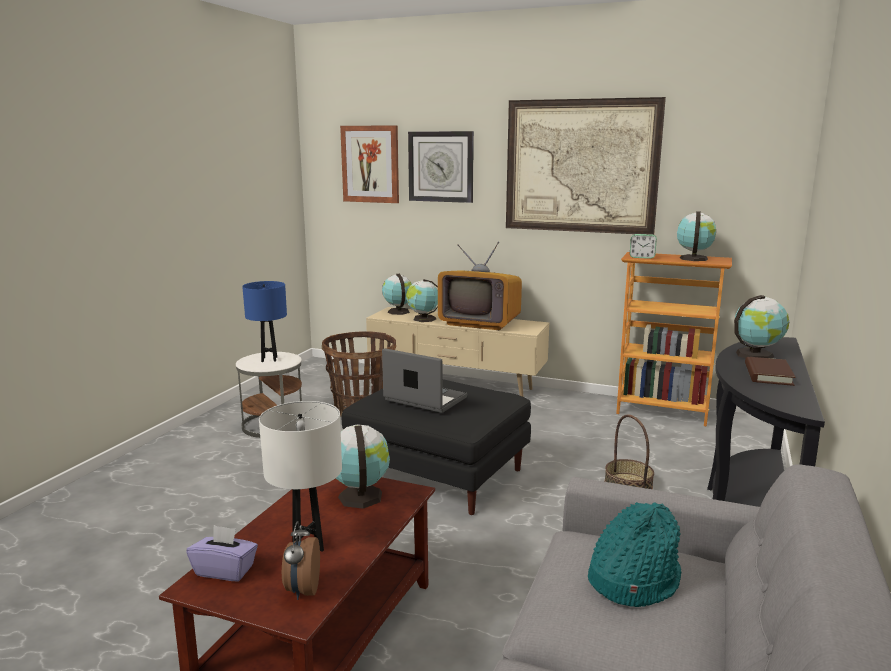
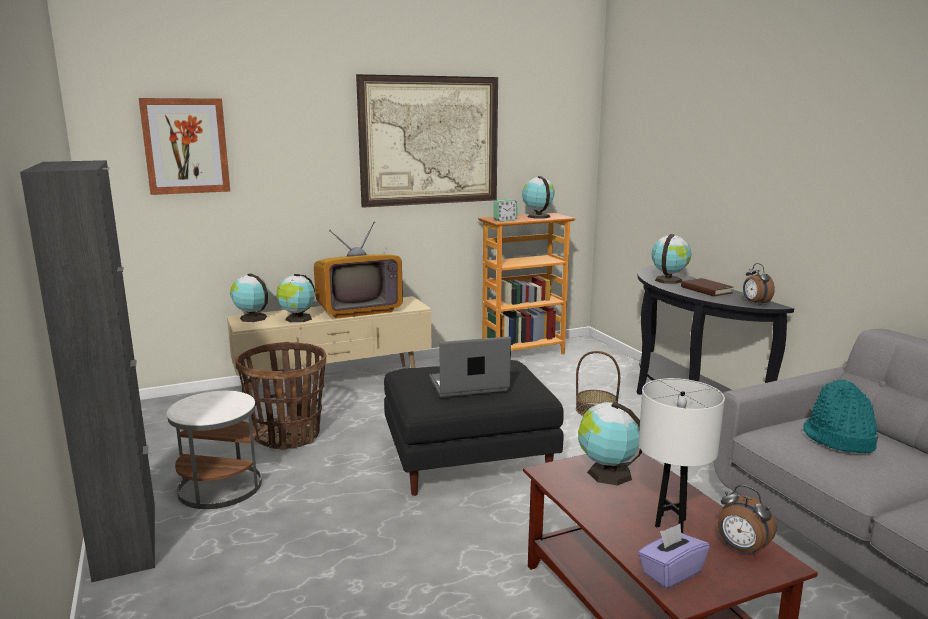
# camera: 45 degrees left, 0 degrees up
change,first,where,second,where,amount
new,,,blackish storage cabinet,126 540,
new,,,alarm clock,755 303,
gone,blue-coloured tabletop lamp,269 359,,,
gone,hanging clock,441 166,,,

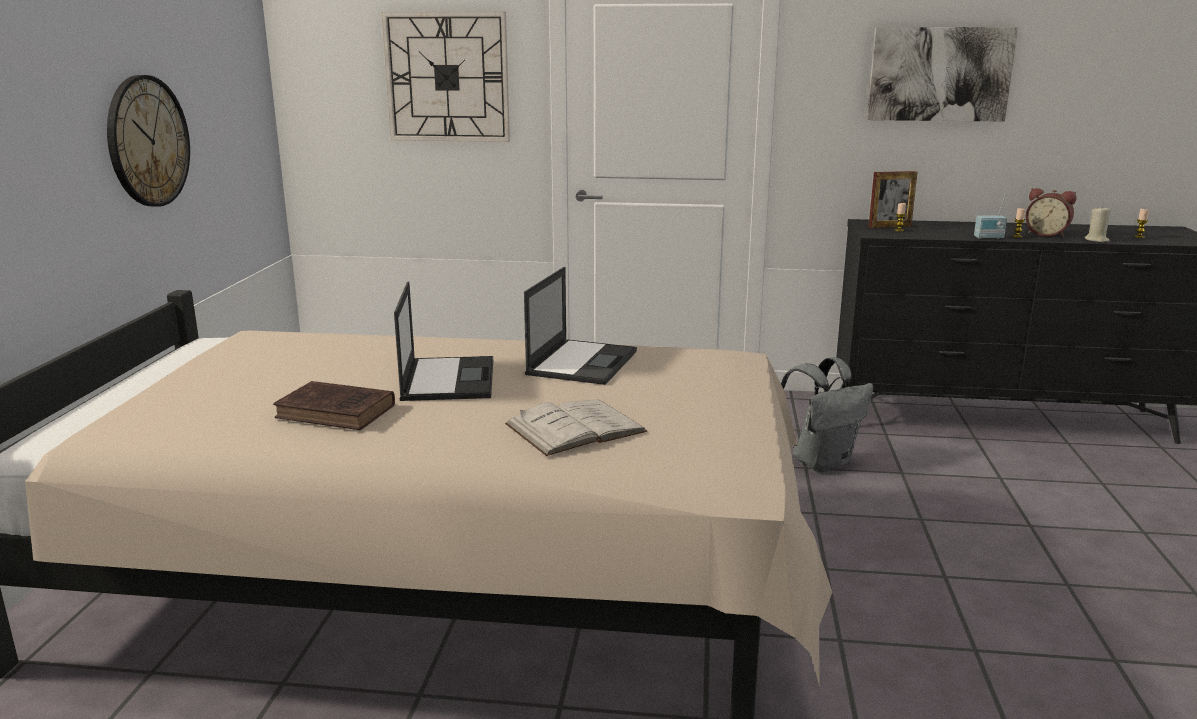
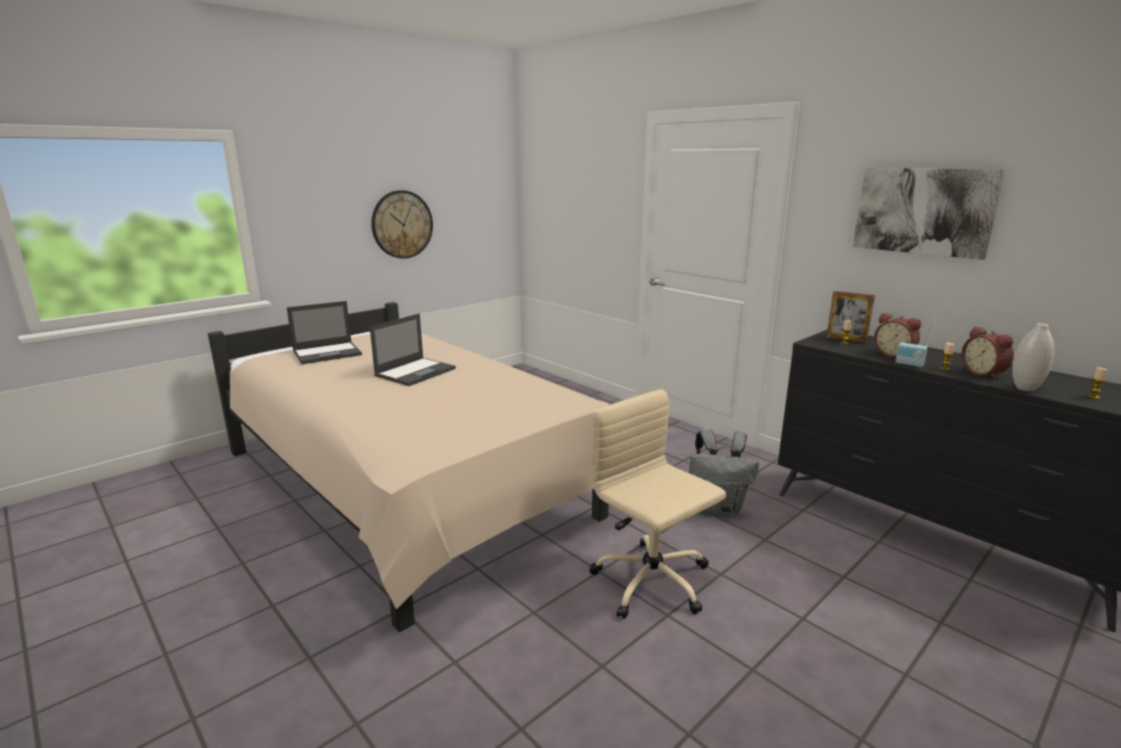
# camera: 40 degrees right, 0 degrees up
change,first,where,second,where,amount
shifted,portable computer,582 362,,328 353,
new,,,beige-coloured office chair,653 582,
new,,,alarm clock,894 354,
swapped,beige-coloured wax candle,1096 240,whitish vase,1025 389,
gone,brownish bound book,338 412,,,
gone,hanging clock,447 77,,,
gone,whitish bound book,575 428,,,

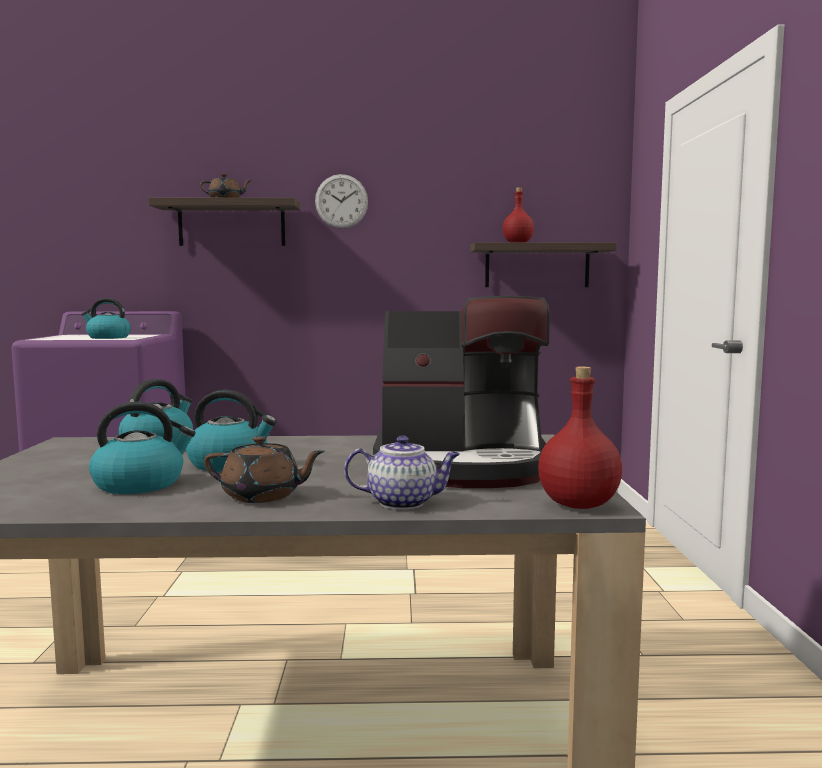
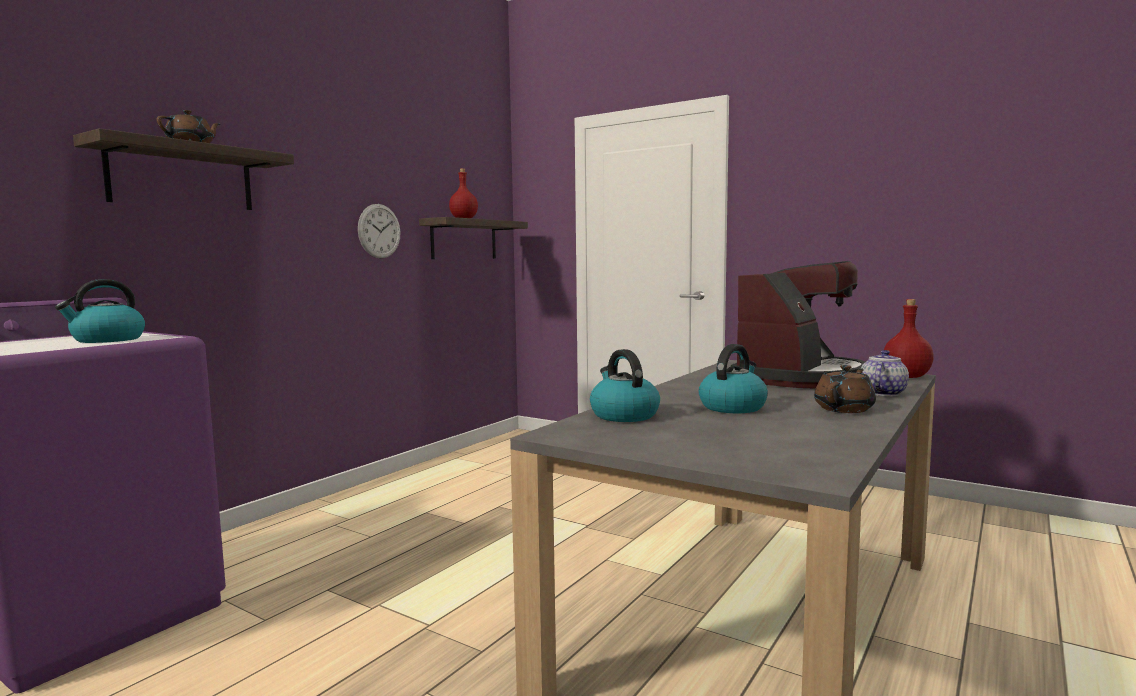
# camera: 55 degrees left, 0 degrees up
change,first,where,second,where,amount
shifted,hanging clock,341 201,,379 231,
gone,kettle,140 484,,,

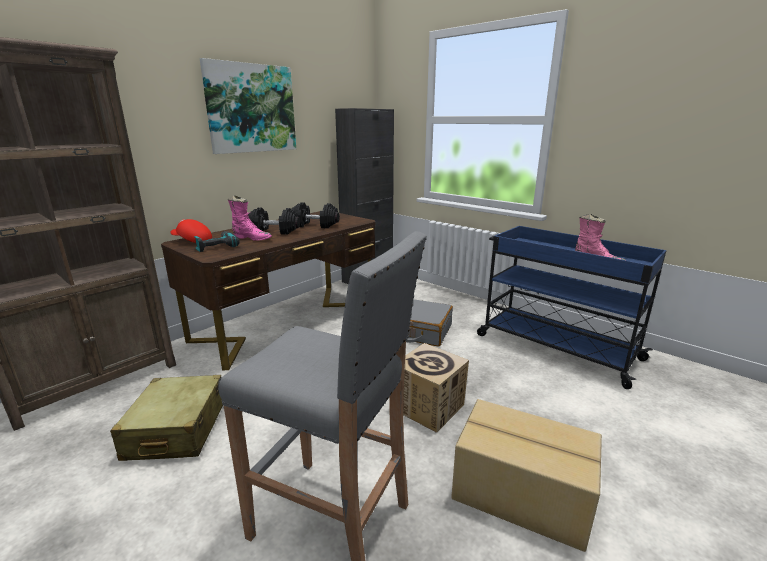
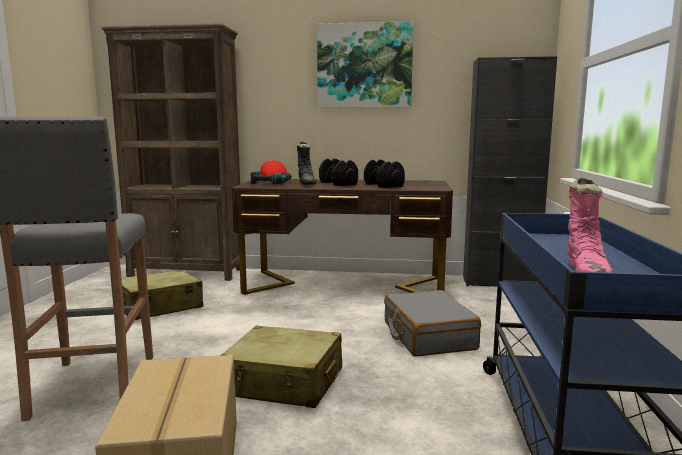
# camera: 55 degrees right, 10 degrees down
change,first,where,second,where,amount
swapped,cardboard box,429 407,beige-coloured travel case,284 383,
repainted,pink-coloured high-top boot,252 238,blackish high-top boot,307 184,

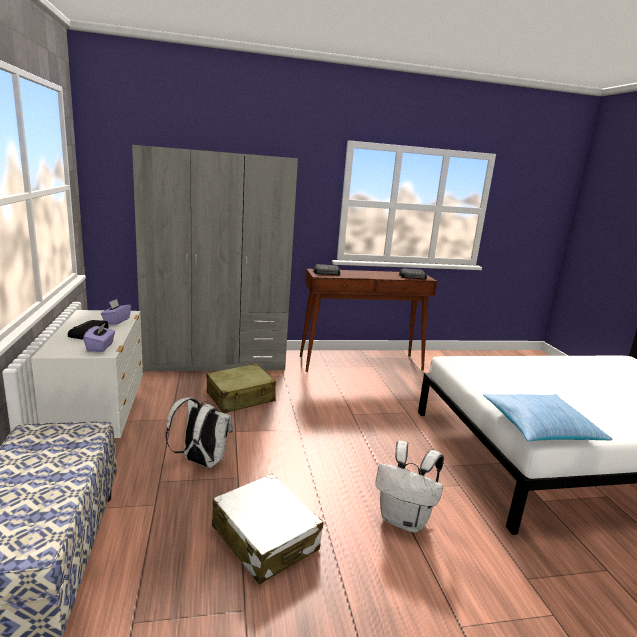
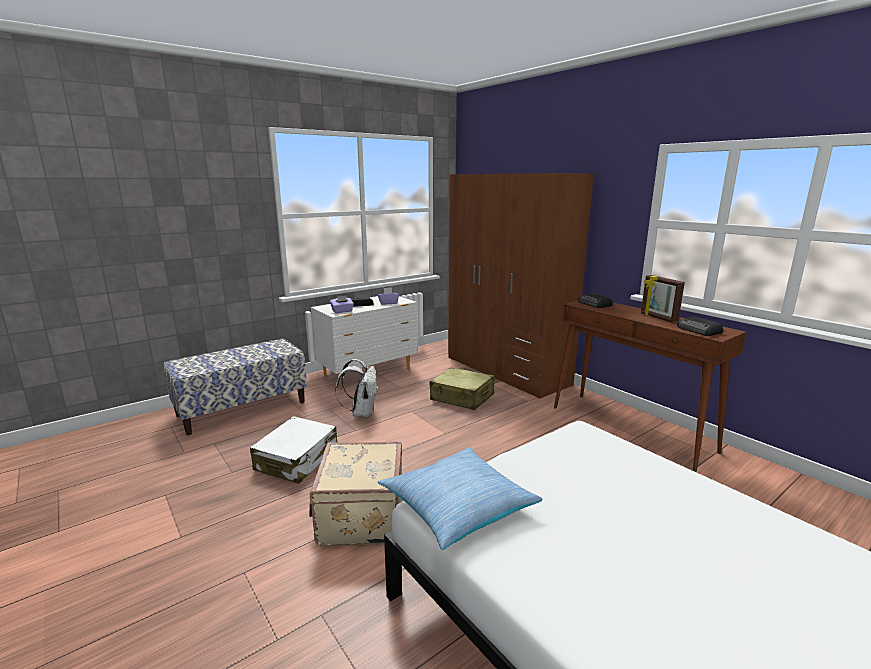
# camera: 65 degrees right, 0 degrees up
change,first,where,second,where,amount
swapped,whitish backpack,404 520,beige-coloured travel case,360 517,
repainted,grey clothes cupboard,216 360,brownish clothes cupboard,506 371,
new,,,photo frame,658 318,

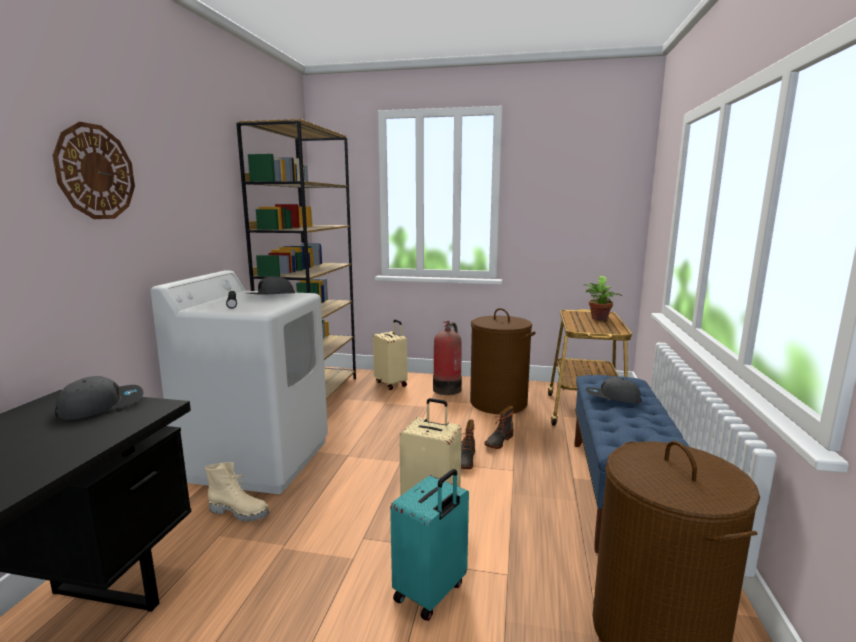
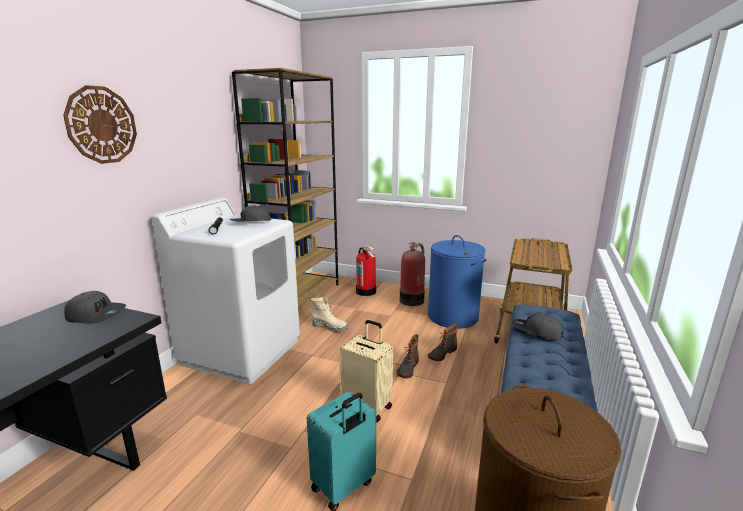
# camera: 10 degrees right, 5 degrees up
change,first,where,second,where,amount
rotated,grey cap,101 405,,97 315,45 degrees clockwise
shifted,beige-coloured high-top boot,240 512,,330 327,
swapped,beige-coloured travel case,391 383,fire-fighting cylinder,366 291,
repainted,brownish washing basket,498 403,blue-coloured washing basket,453 317,
gone,houseplant,599 319,,,

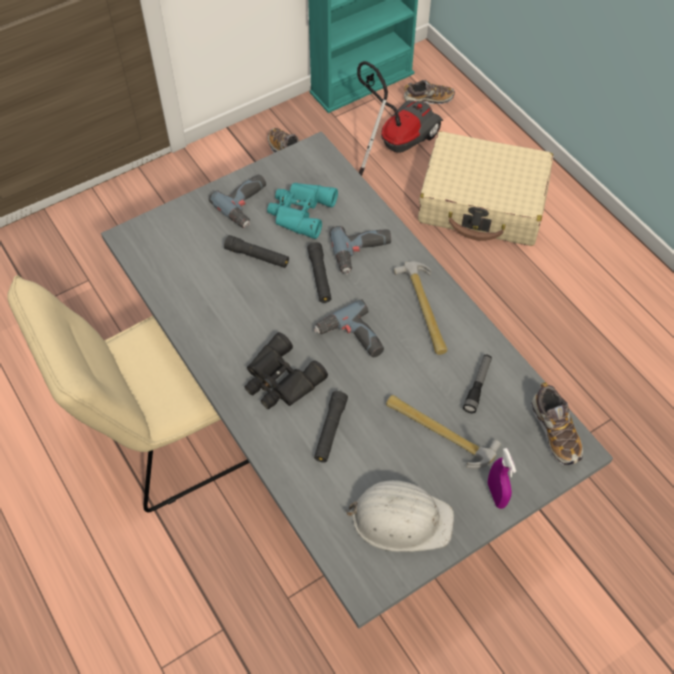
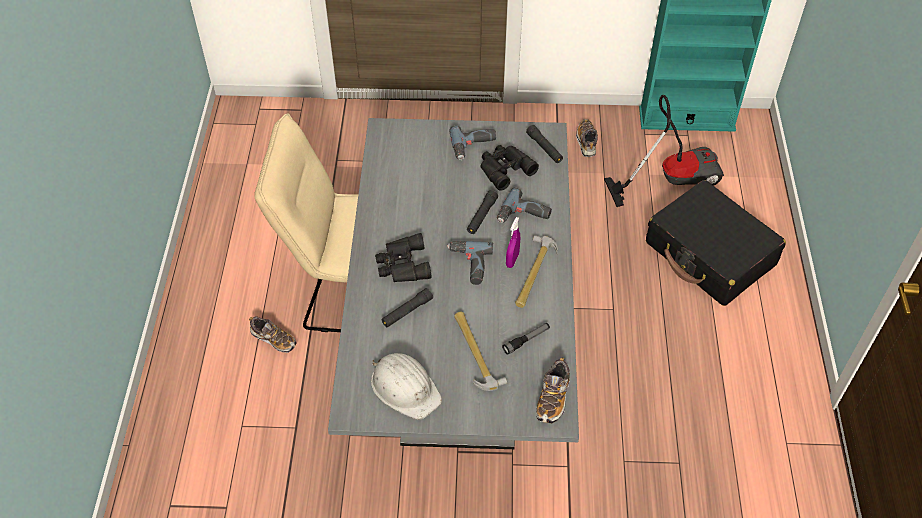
# camera: 35 degrees right, 5 degrees down
change,first,where,second,where,amount
shifted,shoe,428 99,,274 339,
repainted,blue-green binoculars,299 212,blackish binoculars,504 168,
shifted,purple spray bottle,496 494,,512 260,
shifted,blackish hand torch,257 256,,544 148,
repainted,beige-coloured travel case,483 203,blackish travel case,710 254,

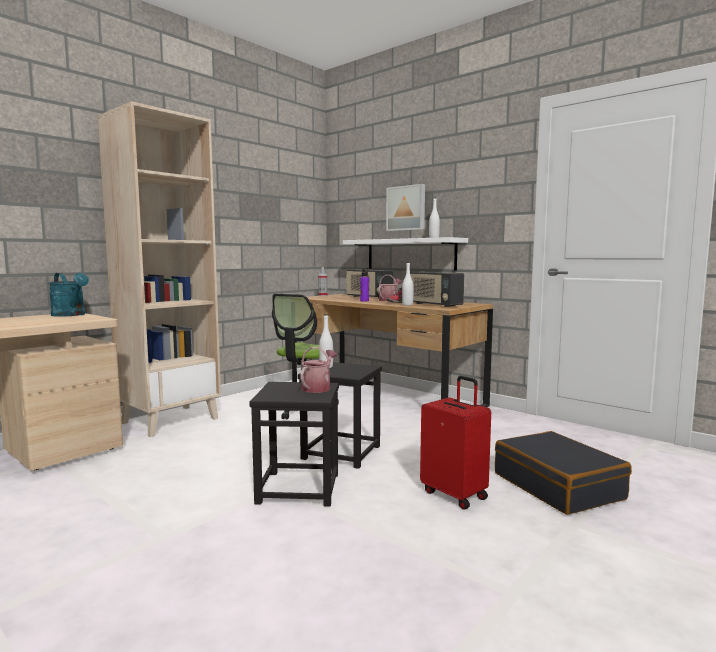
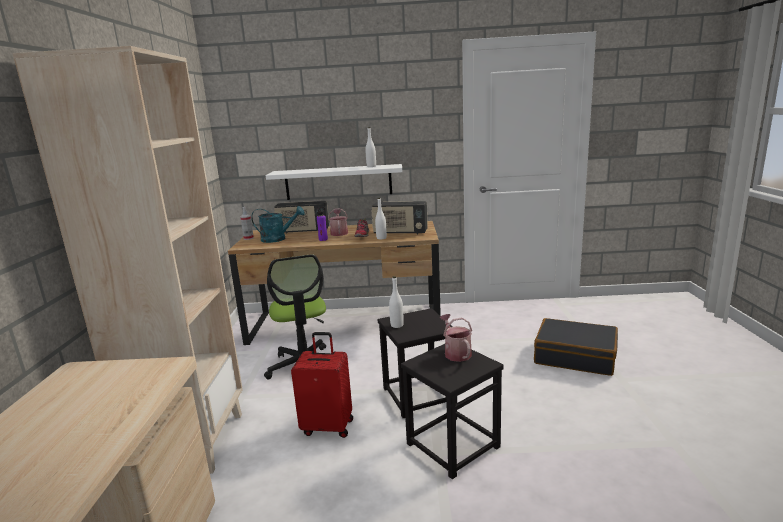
# camera: 40 degrees left, 10 degrees up
change,first,where,second,where,amount
shifted,blue-green watering pot,71 315,,278 239,
shifted,reddish travel case,455 494,,328 426,
gone,picture,406 208,,,

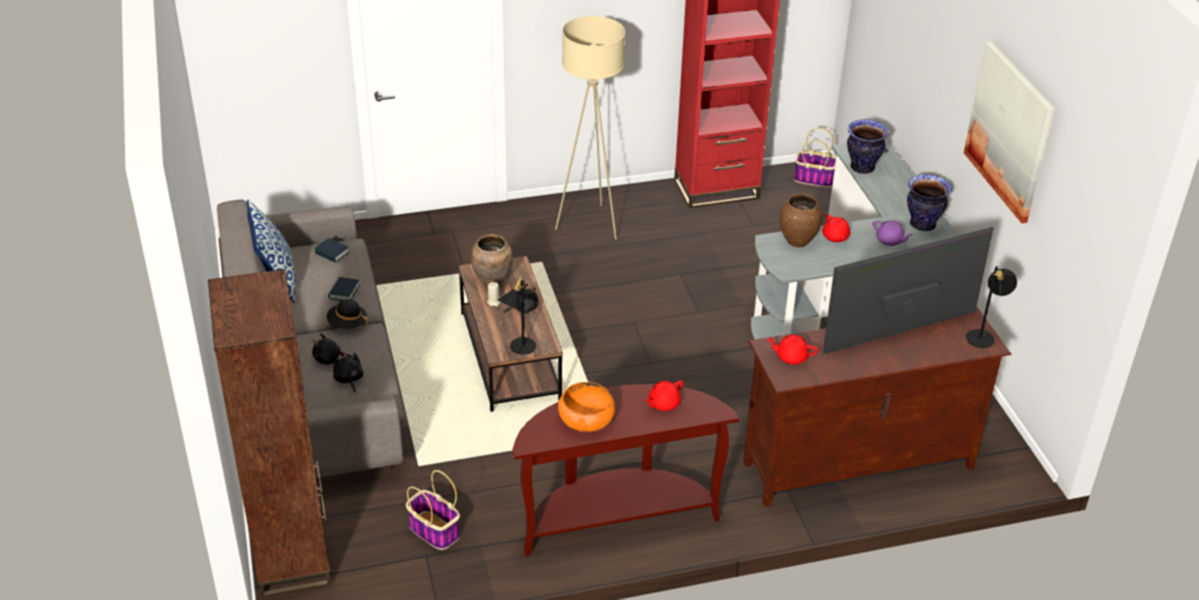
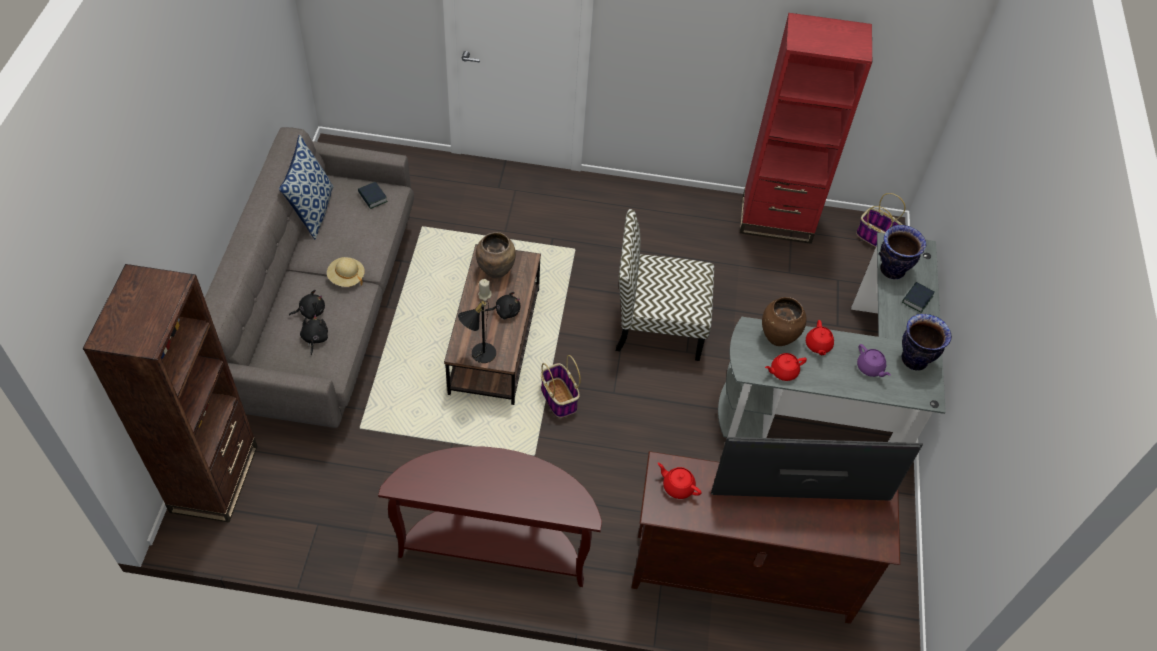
# camera: 20 degrees right, 15 degrees up
change,first,where,second,where,amount
rotated,blackish plush toy,329 359,,310 311,135 degrees clockwise
repainted,blackish clothing hat,347 324,beige-coloured clothing hat,346 277,
shifted,storage basket,433 531,,558 397,
new,,,chair,657 325,
shifted,reddish pot for tea,663 403,,783 371,
shifted,bound book,344 292,,917 299,
gone,beige-coloured standing lamp,590 224,,,
gone,orangey serving bowl,586 418,,,
gone,picture,1010 131,,,
gone,blackish tabletop lamp,984 336,,,

